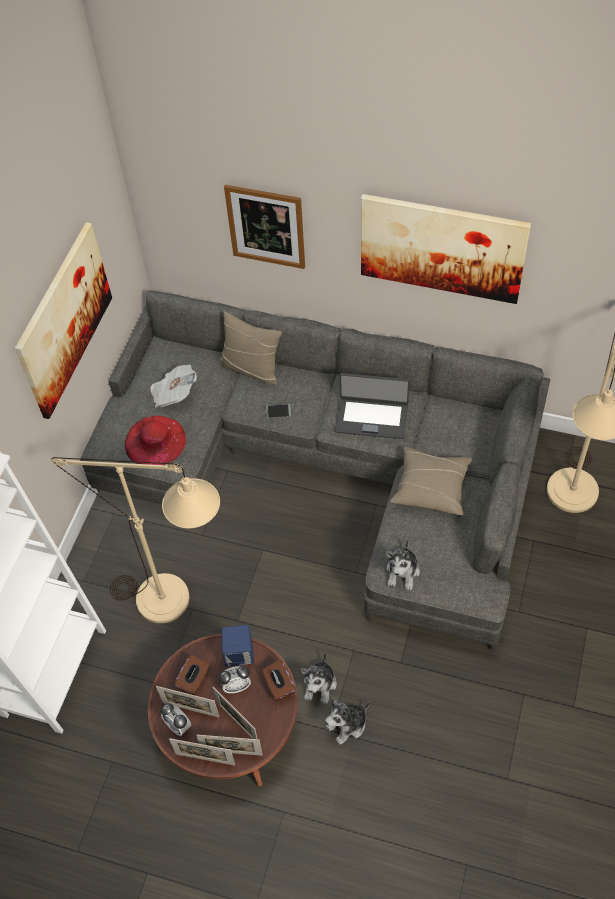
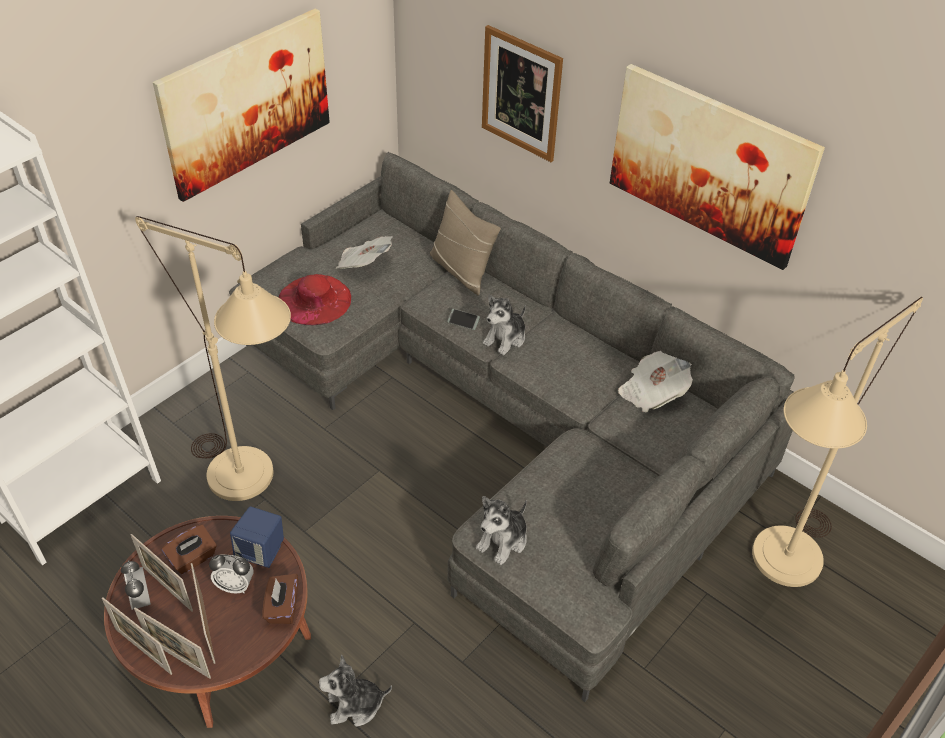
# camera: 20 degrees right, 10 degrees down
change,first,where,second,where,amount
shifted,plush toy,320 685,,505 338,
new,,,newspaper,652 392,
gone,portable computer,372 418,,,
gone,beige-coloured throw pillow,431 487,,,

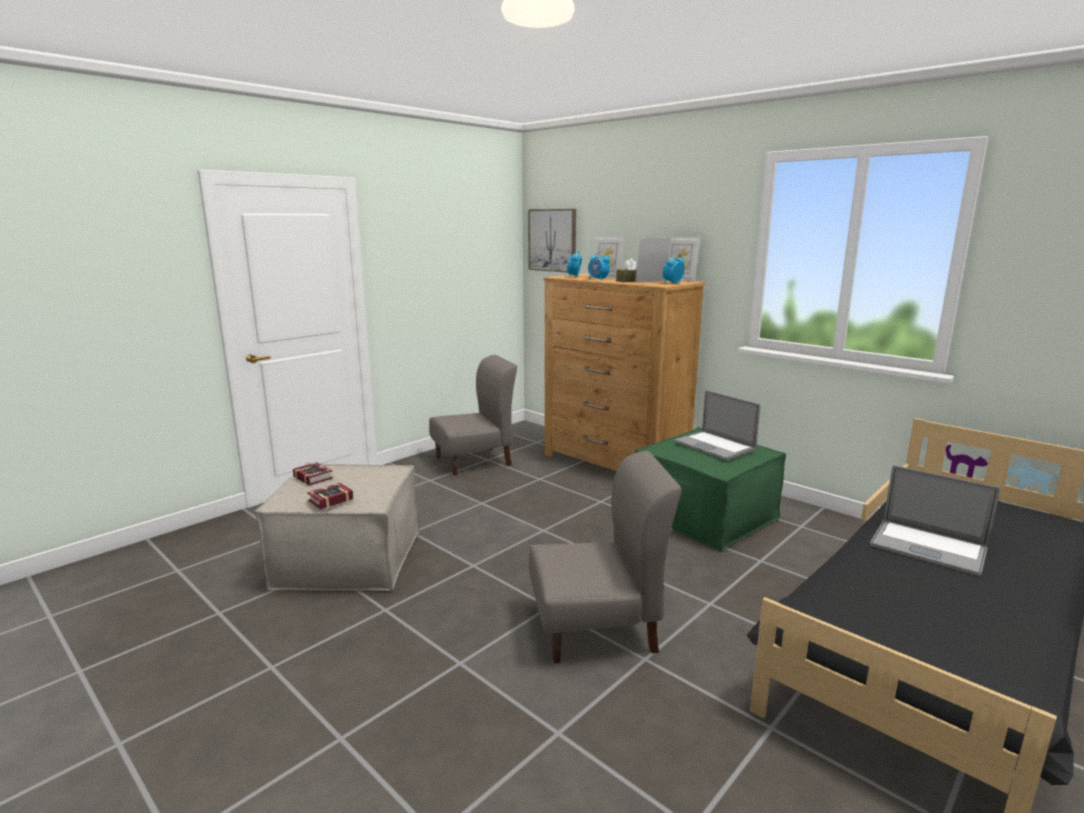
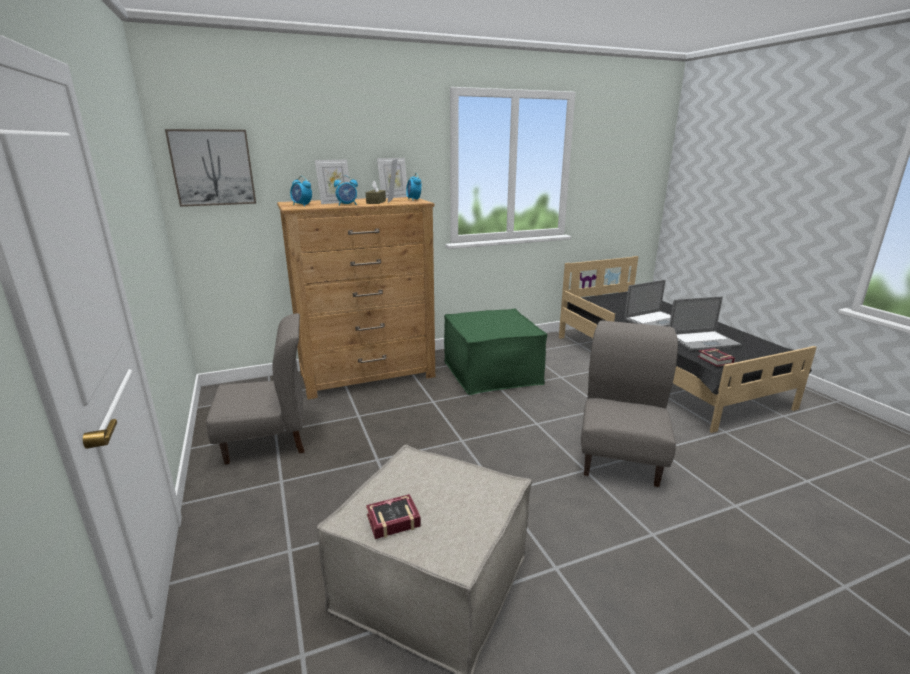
# camera: 65 degrees left, 5 degrees up
change,first,where,second,where,amount
rotated,grey chair,474 461,,267 440,75 degrees clockwise
shifted,portable computer,714 446,,703 341,
shifted,bound book,328 500,,715 361,

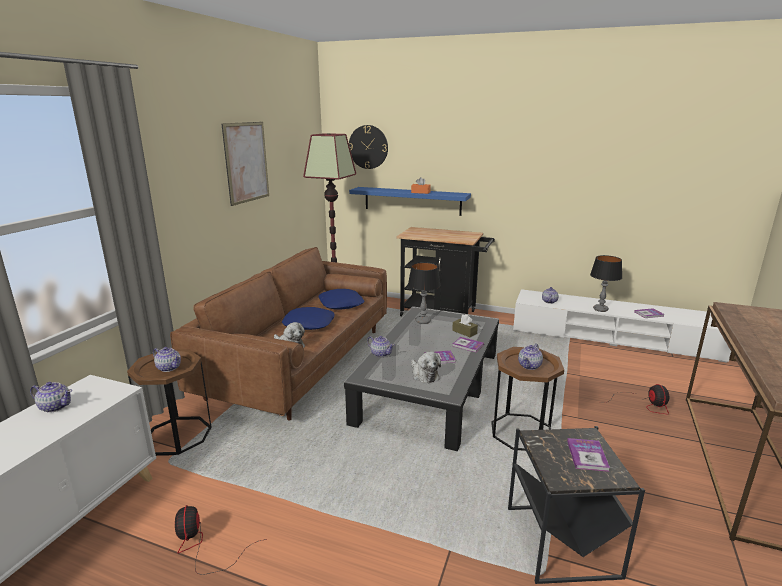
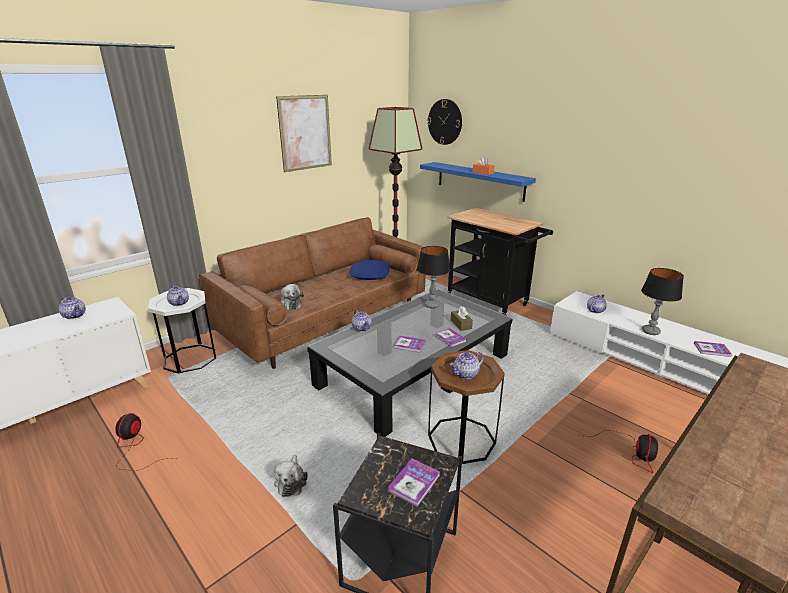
# camera: 25 degrees right, 5 degrees up
change,first,where,second,where,amount
repainted,brownish accent table,177 435,whitish accent table,190 358,
shifted,plush toy,424 375,,291 482,
gone,blue-coloured throw pillow,309 323,,,

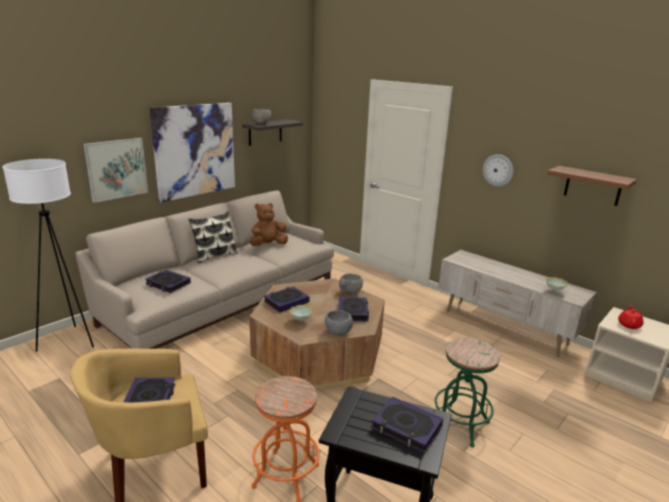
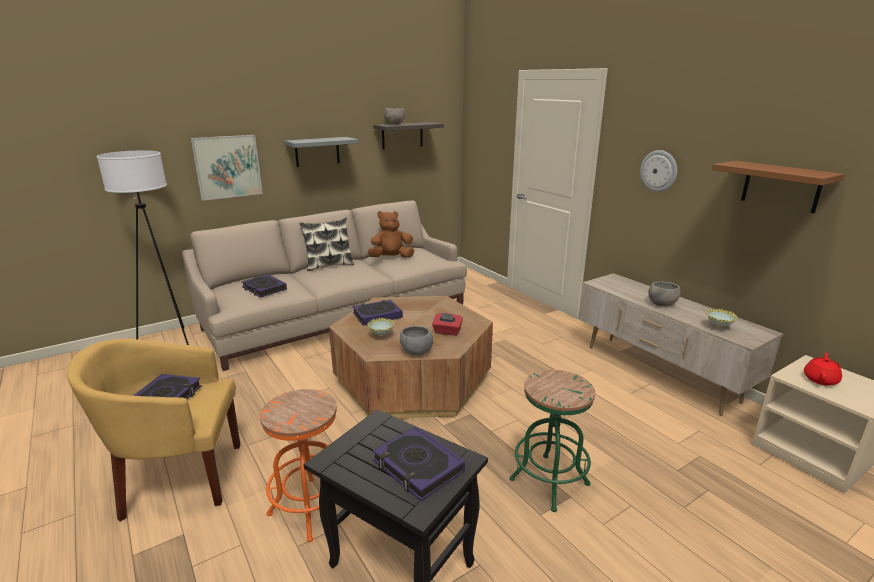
# camera: 15 degrees right, 0 degrees up
change,first,where,second,where,amount
swapped,picture,195 150,grey shelf,317 151,
swapped,bound book,353 312,reddish tissue box,447 332,
shifted,grey serving bowl,350 292,,661 304,

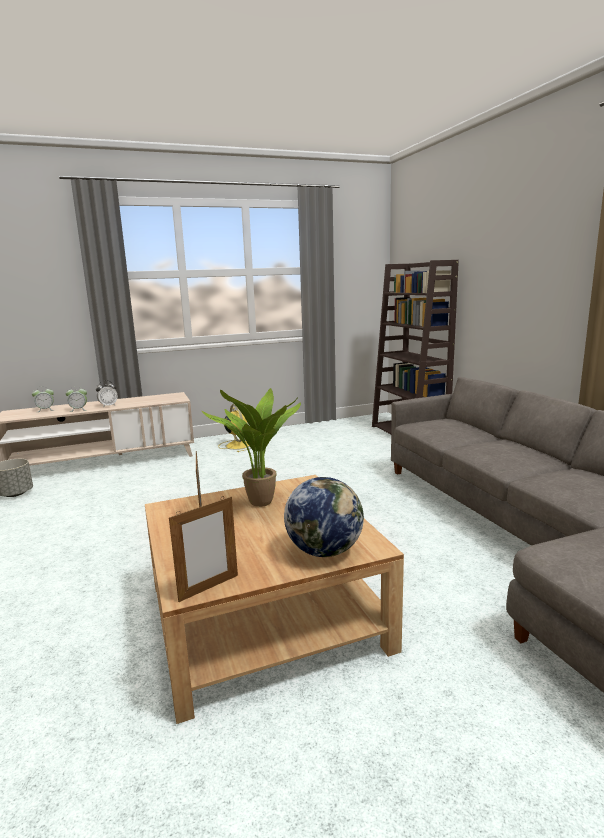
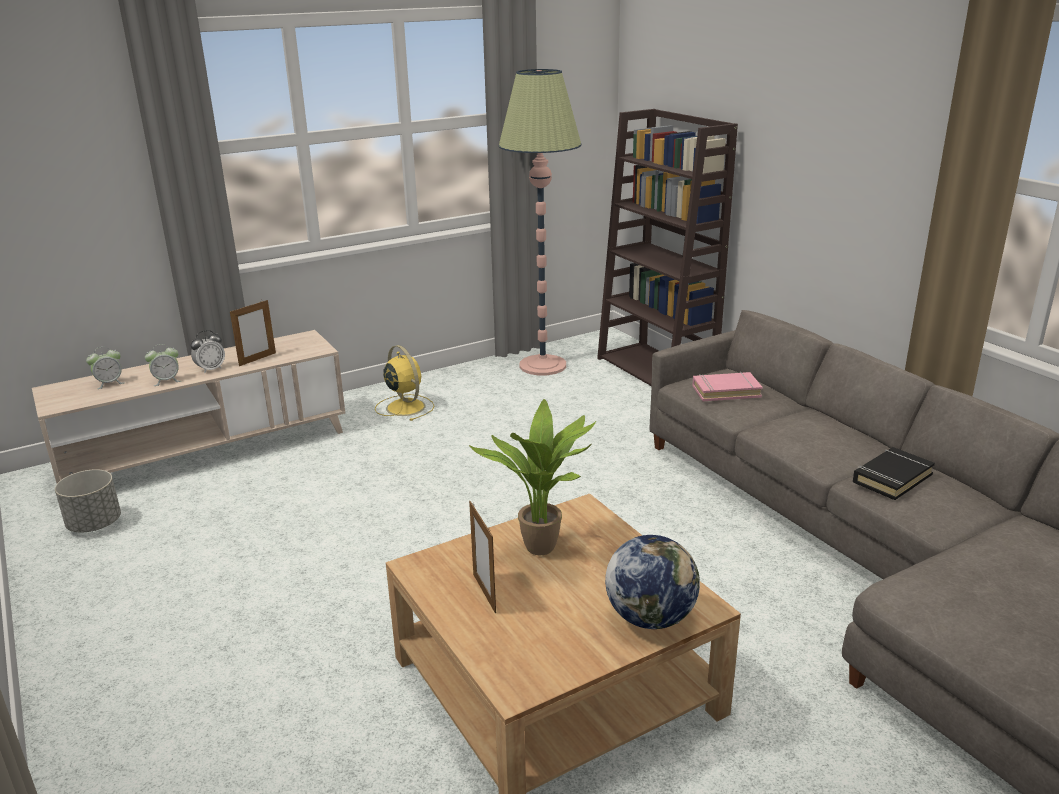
# camera: 10 degrees left, 10 degrees up
change,first,where,second,where,amount
shifted,photo frame,209 588,,257 359,
new,,,standing lamp,542 365,
new,,,pink-coloured bound book,726 391,
new,,,blackish bound book,891 478,

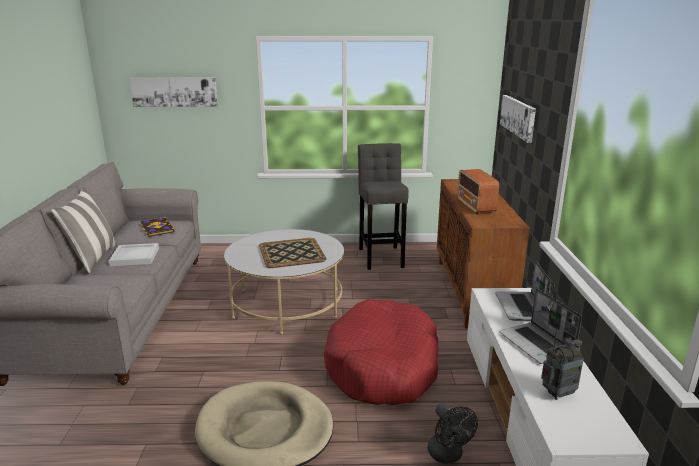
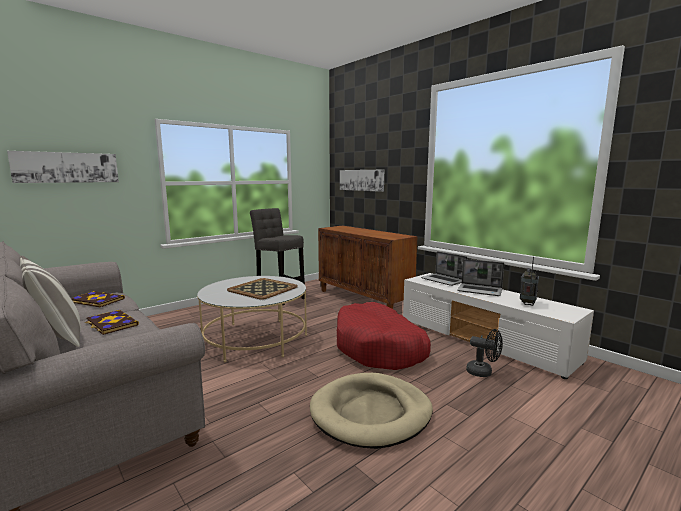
# camera: 40 degrees left, 10 degrees down
change,first,where,second,where,amount
swapped,whitish carrying tray,134 257,bound book,111 323,
gone,radio,476 206,,,

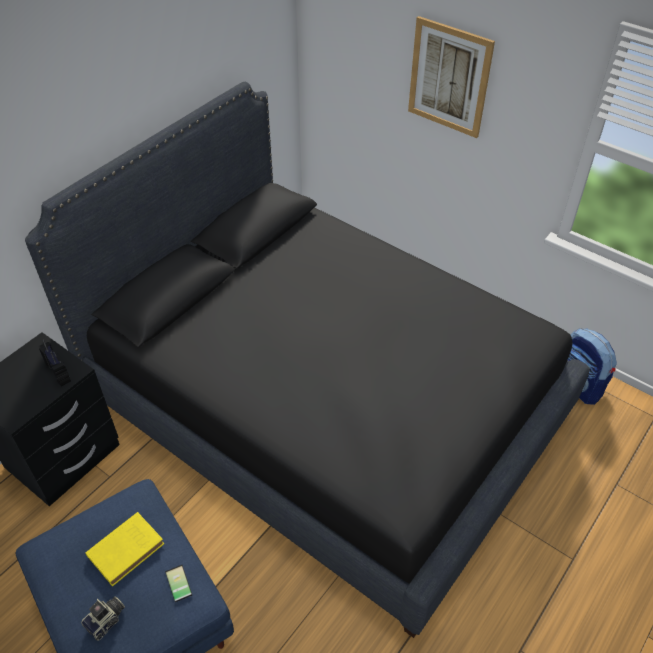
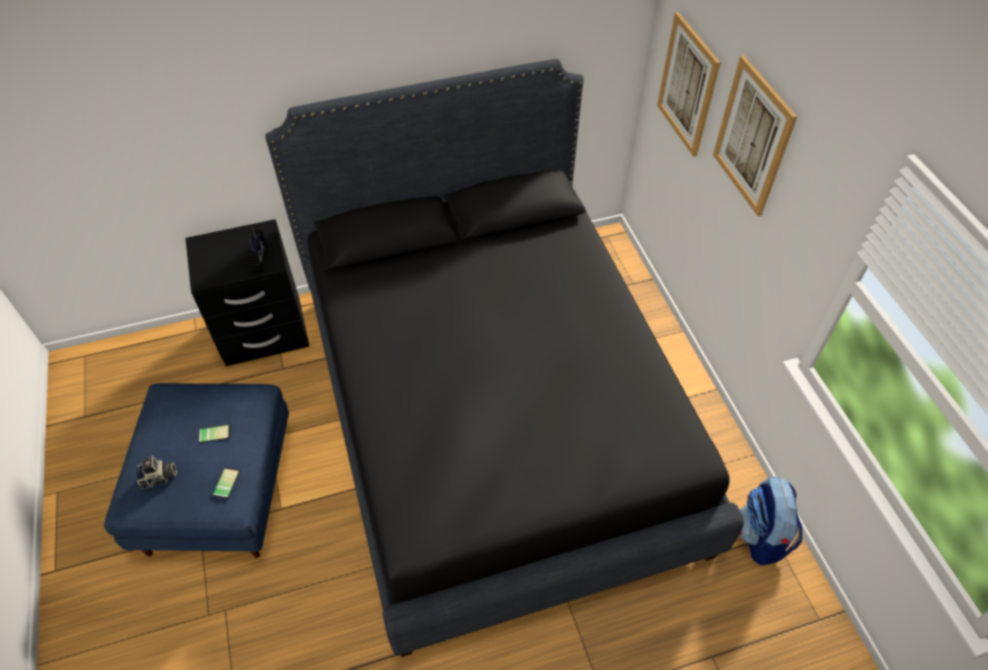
# camera: 35 degrees right, 5 degrees up
change,first,where,second,where,amount
swapped,yellowish bound book,127 548,handset,214 432,
new,,,picture,687 85,

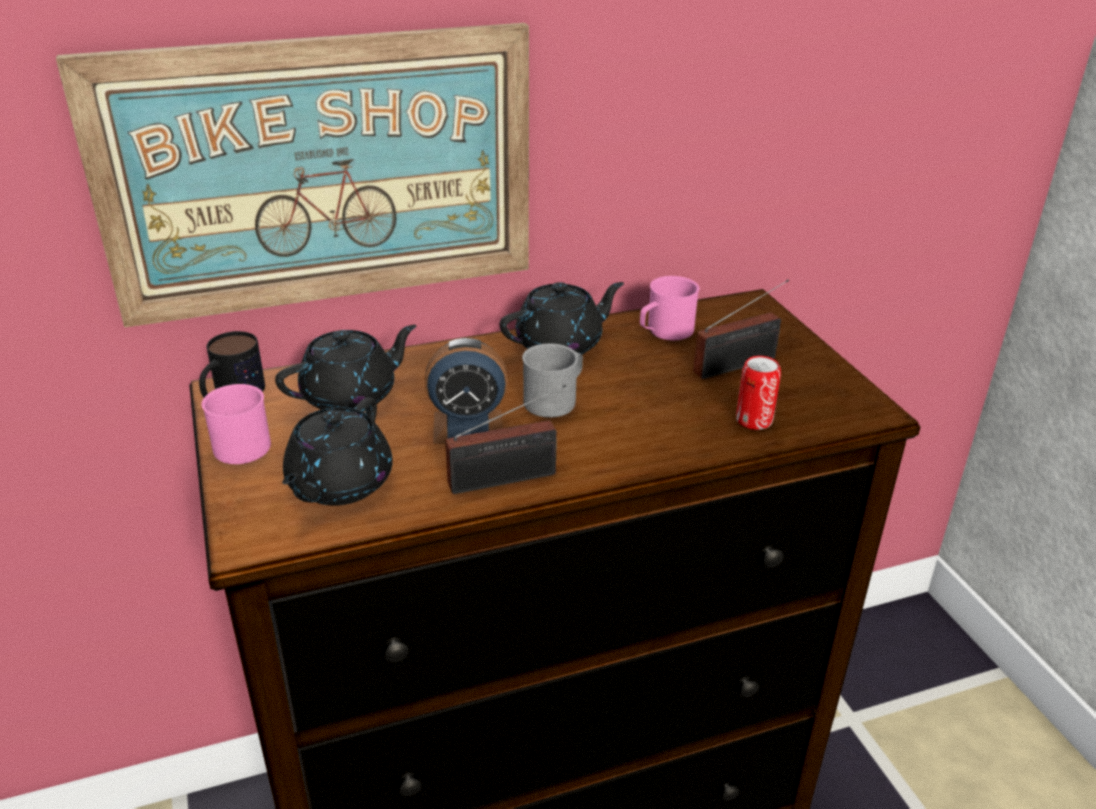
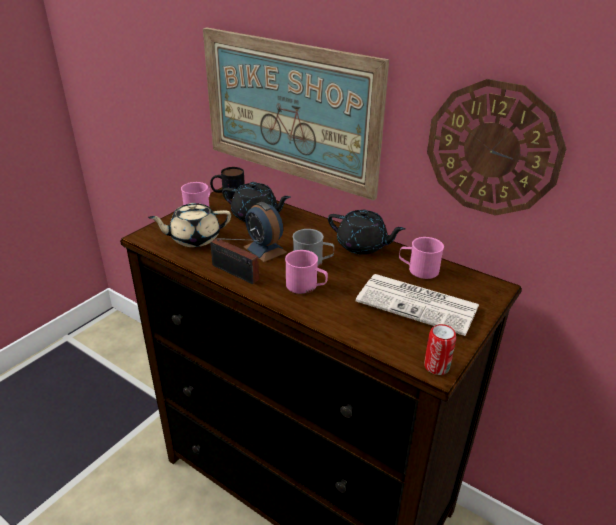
# camera: 55 degrees right, 0 degrees up
change,first,where,second,where,amount
repainted,blackish pot for tea,338 484,beige-coloured pot for tea,194 238,
new,,,pink-coloured tea mug,306 286,
swapped,radio,739 364,newspaper,419 304,
shifted,sealed can,754 420,,436 366,
new,,,hanging clock,492 149,

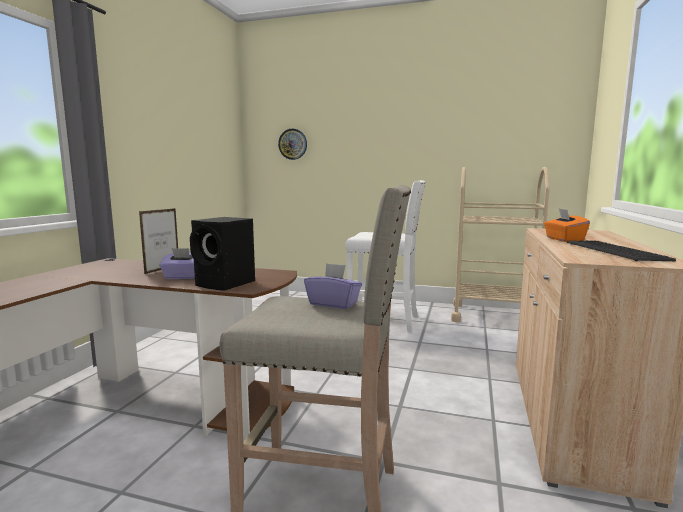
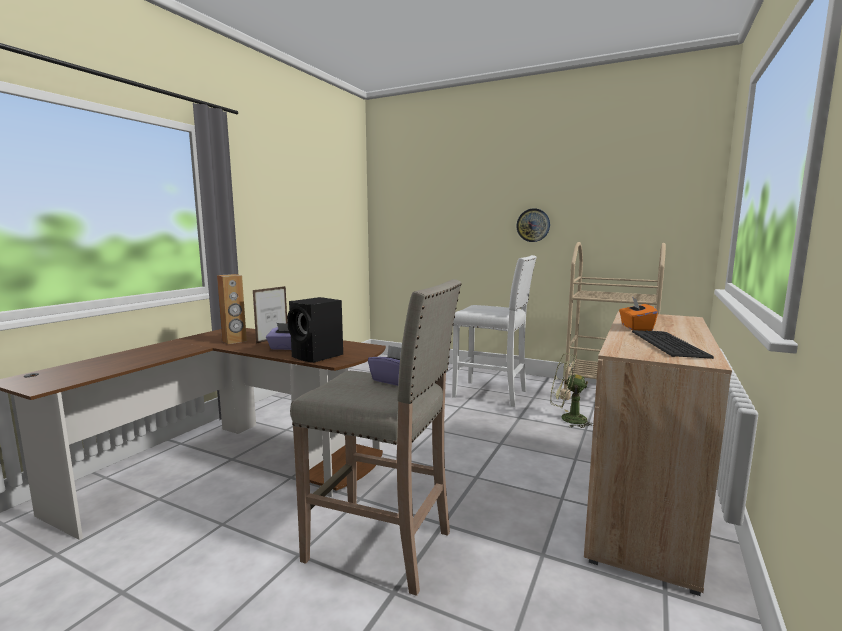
# camera: 10 degrees right, 0 degrees up
change,first,where,second,where,amount
new,,,brownish audio speaker,234 341,
shifted,hanging clock,293 144,,533 225,
new,,,green fan,567 419,

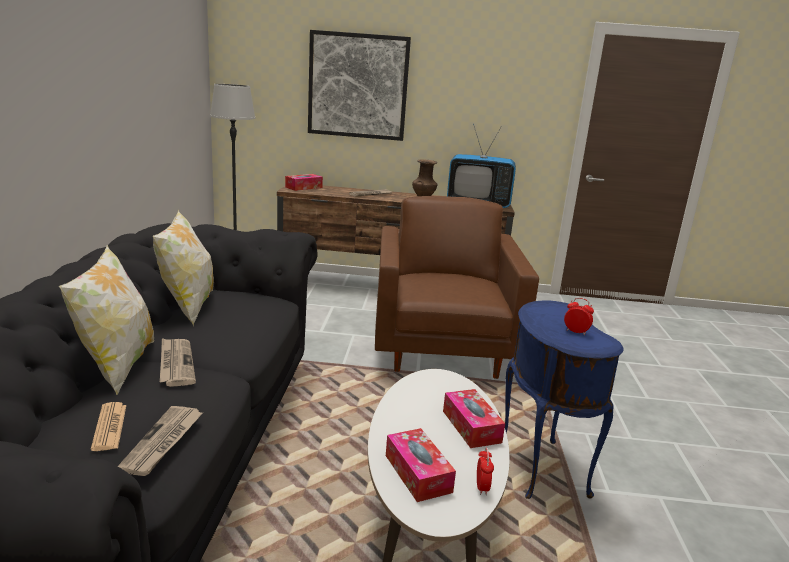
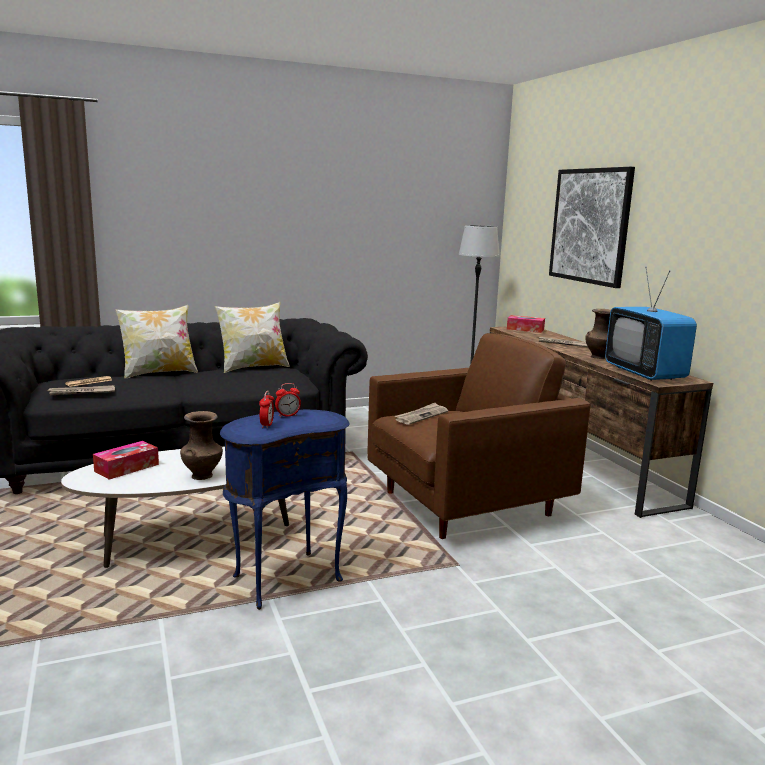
# camera: 65 degrees right, 5 degrees down
change,first,where,second,where,amount
swapped,tissue box,471 426,brownish vase,202 475,
shifted,alarm clock,482 487,,287 416,
shifted,newspaper,176 364,,421 416,

